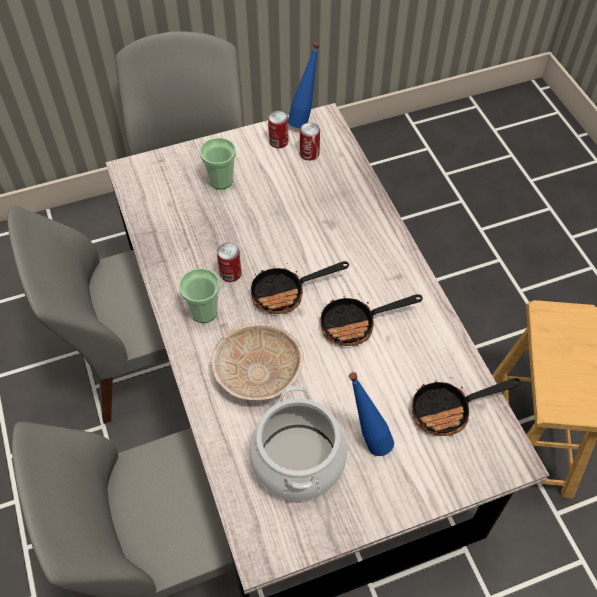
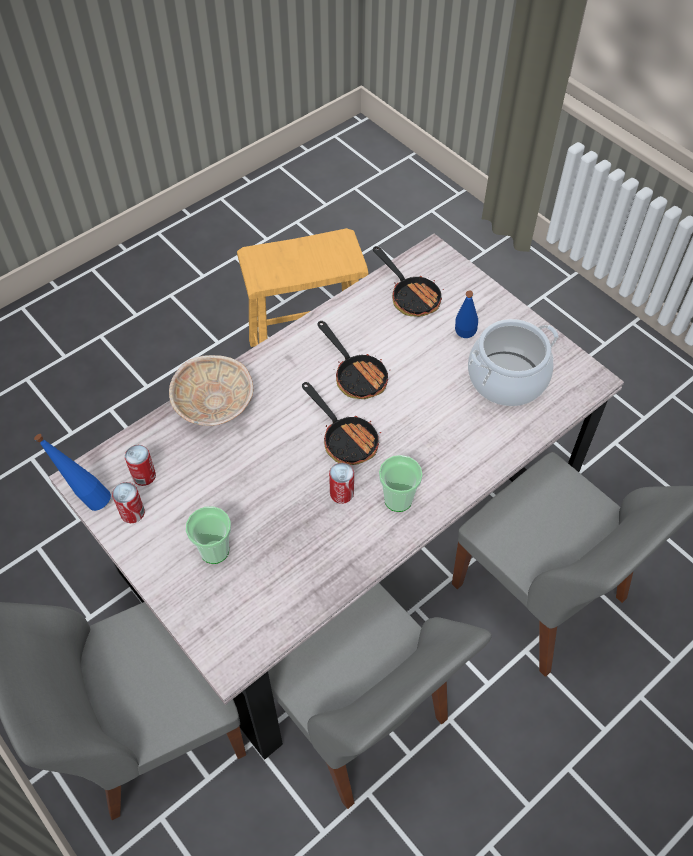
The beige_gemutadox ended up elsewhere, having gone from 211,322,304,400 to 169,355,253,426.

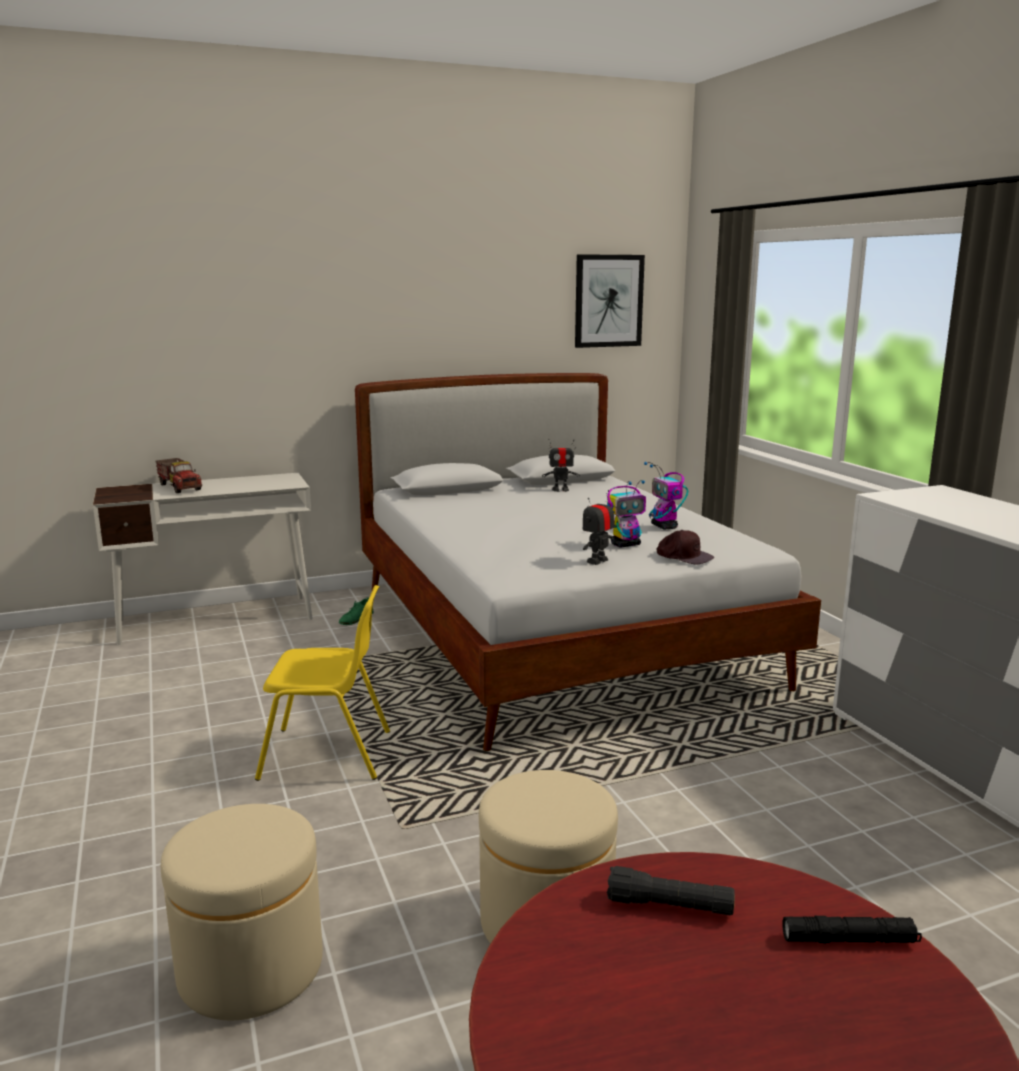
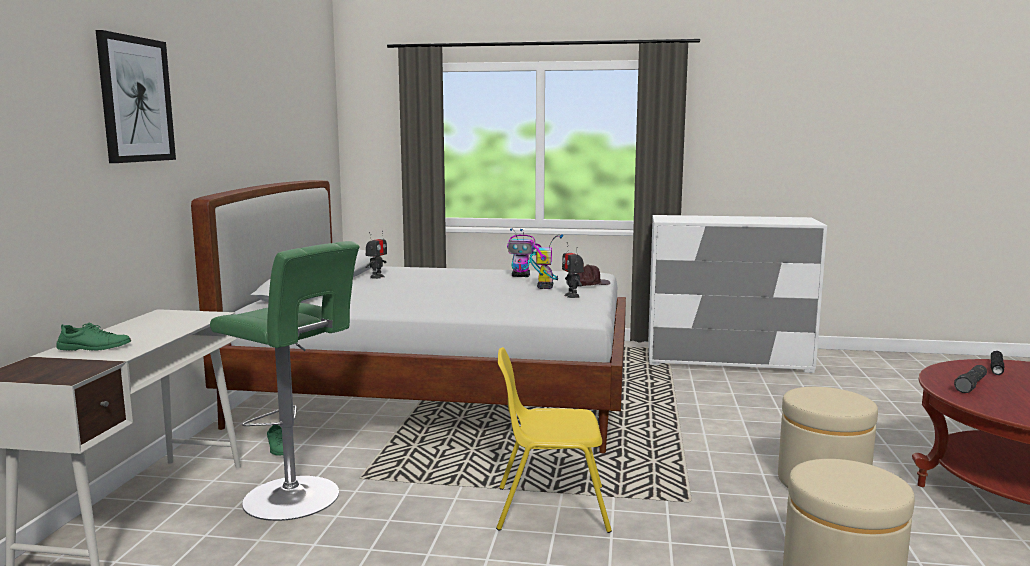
The second view gained the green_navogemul at 210,241,360,521.
The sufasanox ended up elsewhere, having gone from 575,254,645,348 to 96,30,176,163.
Where the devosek stood at 155,458,202,493, the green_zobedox came to stand at 57,322,131,351.
The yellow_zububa at 255,585,390,781 ended up facing another way, 120 degrees counterclockwise from before.

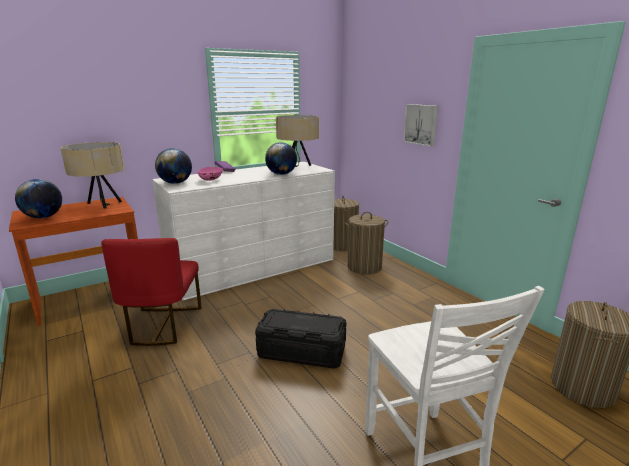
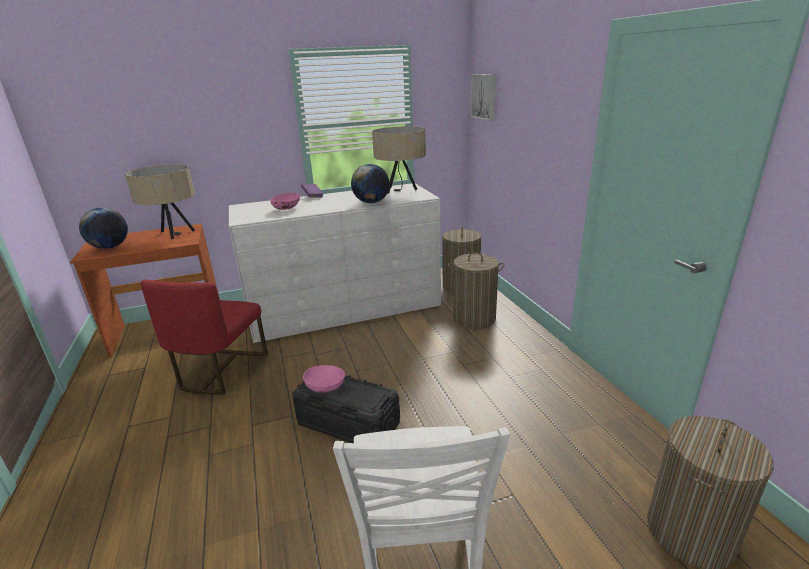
The second view lost the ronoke at 155,148,192,184.
The second view gained the pink_gemutadox at 302,365,345,393.
The sufasanox ended up elsewhere, having gone from 403,104,438,146 to 471,74,496,121.

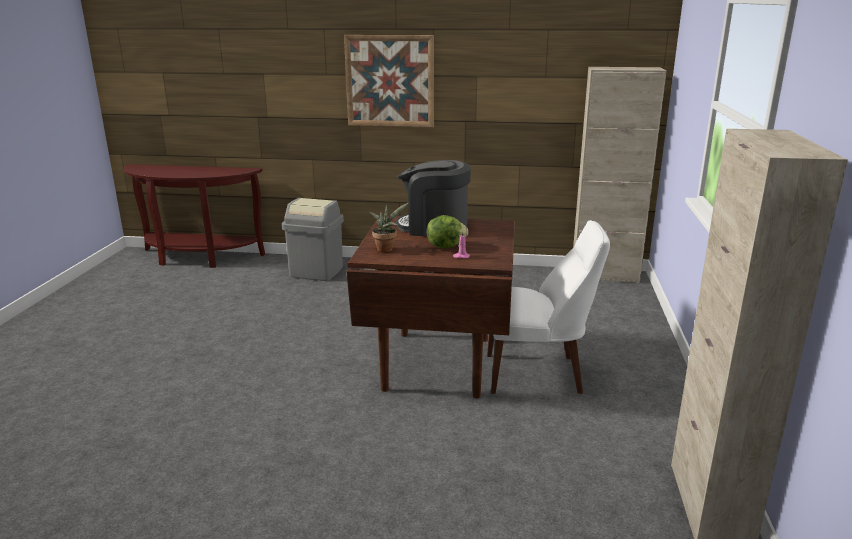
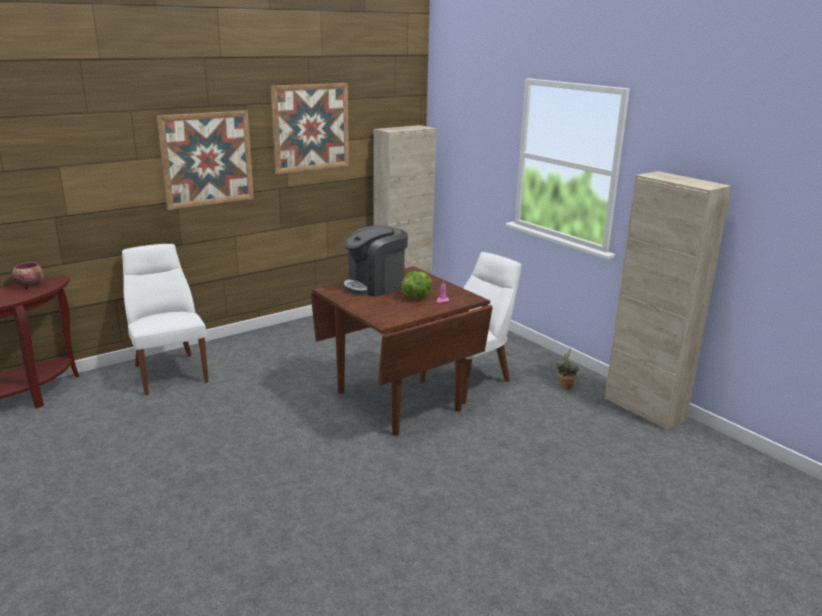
The second view gained the gemutadox at 12,262,44,289.
The second view gained the sufasanox at 270,83,349,174.
The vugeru ended up elsewhere, having gone from 369,202,409,252 to 555,348,579,389.
Where the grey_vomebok stood at 282,198,344,281, the white_zububa came to stand at 122,244,209,395.

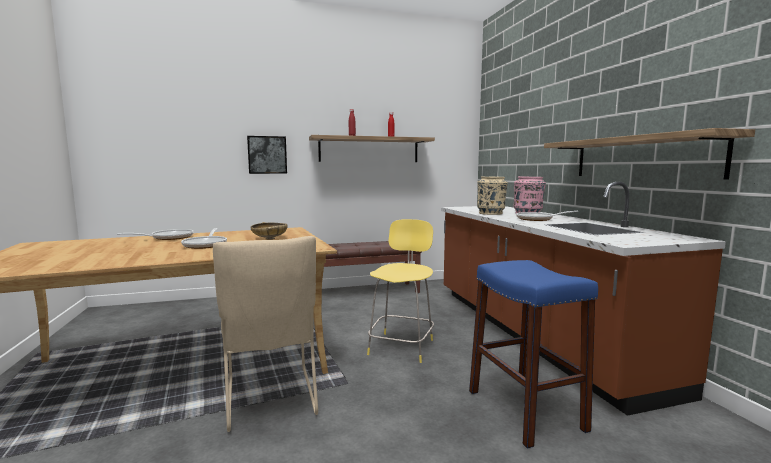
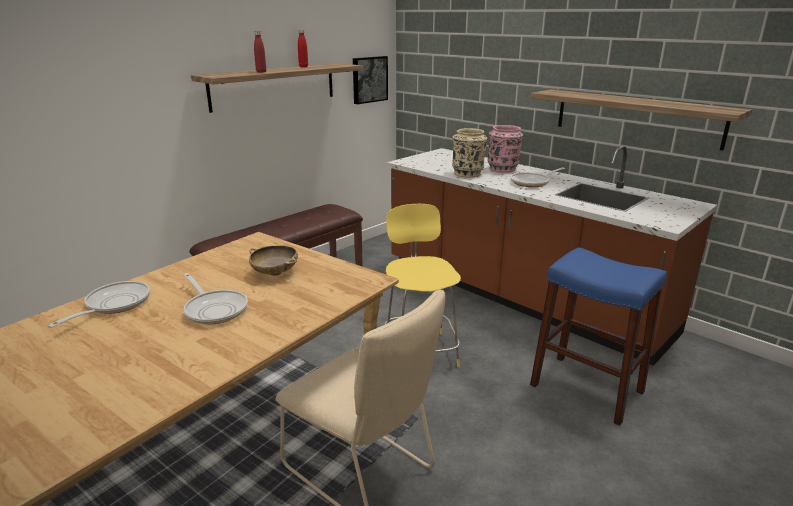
The sufasanox ended up elsewhere, having gone from 247,136,287,174 to 353,56,388,104.

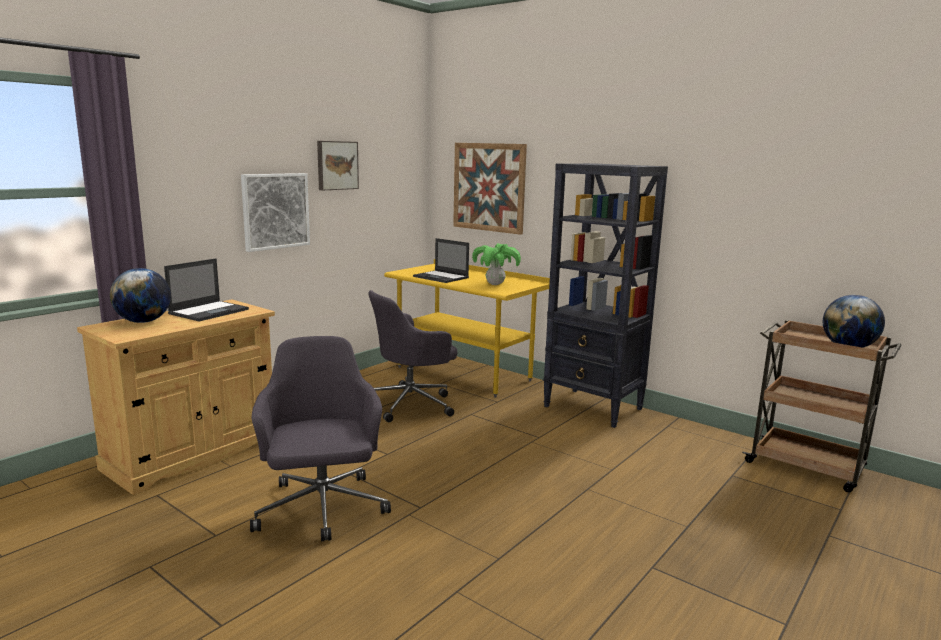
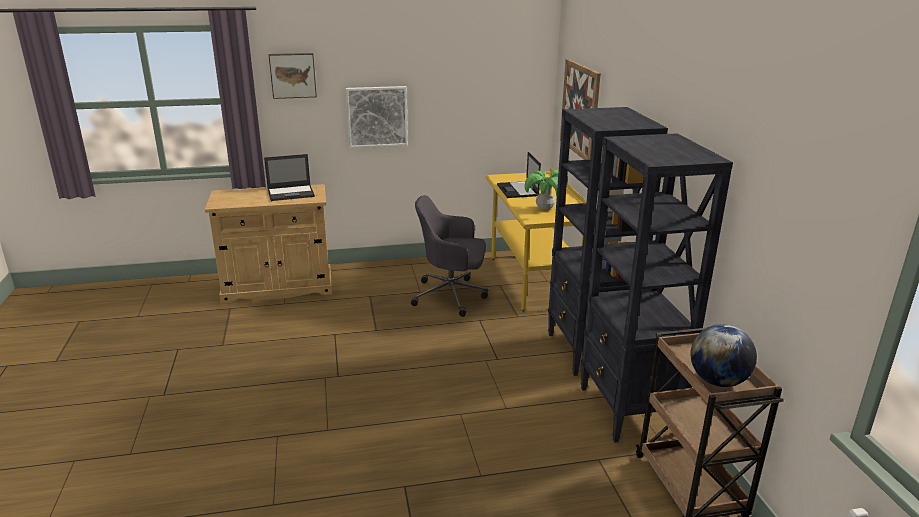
The second view lost the ronoke at 110,268,171,323.
The second view lost the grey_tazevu at 250,336,391,541.
The second view gained the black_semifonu at 580,133,733,443.
The sufasanox ended up elsewhere, having gone from 317,141,359,190 to 269,53,317,99.

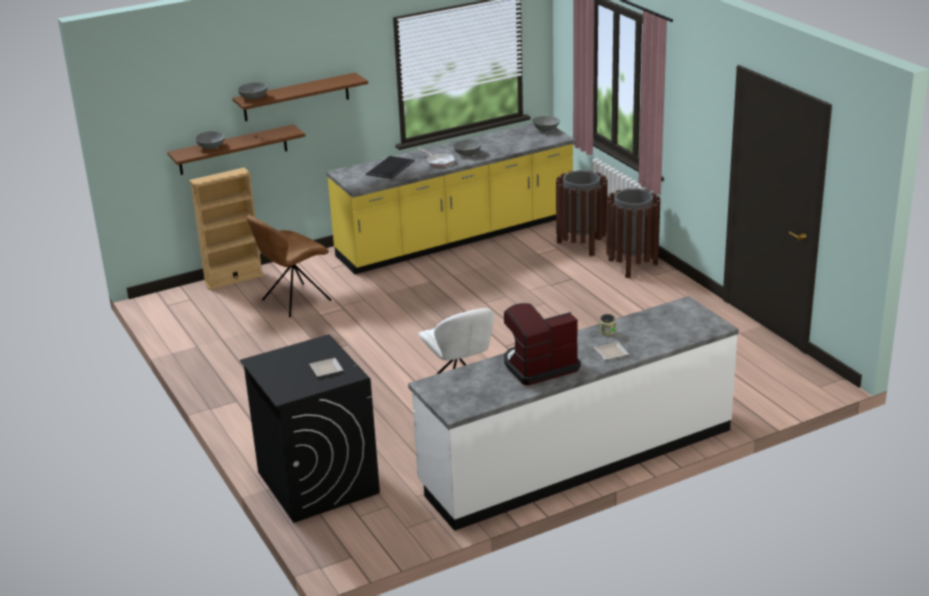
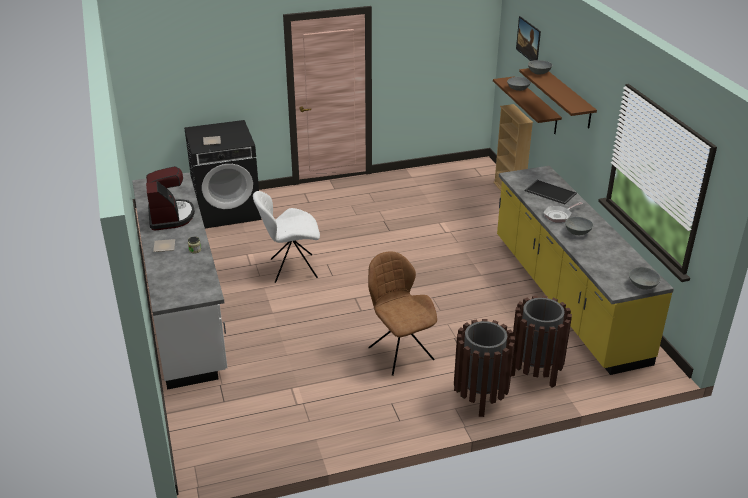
The second view gained the sufasanox at 516,16,541,61.
The brown_zububa ended up elsewhere, having gone from 246,214,331,317 to 368,251,437,376.

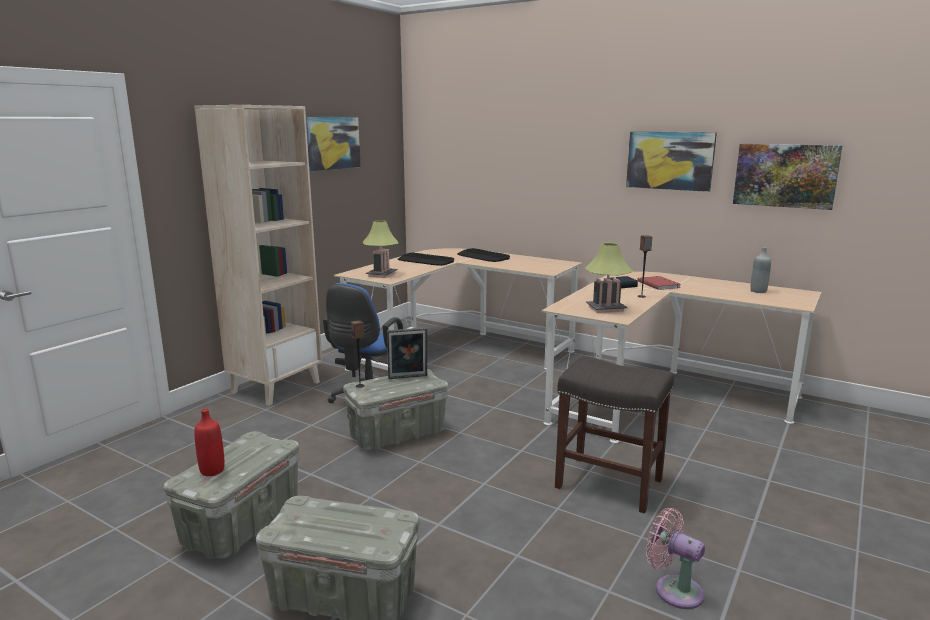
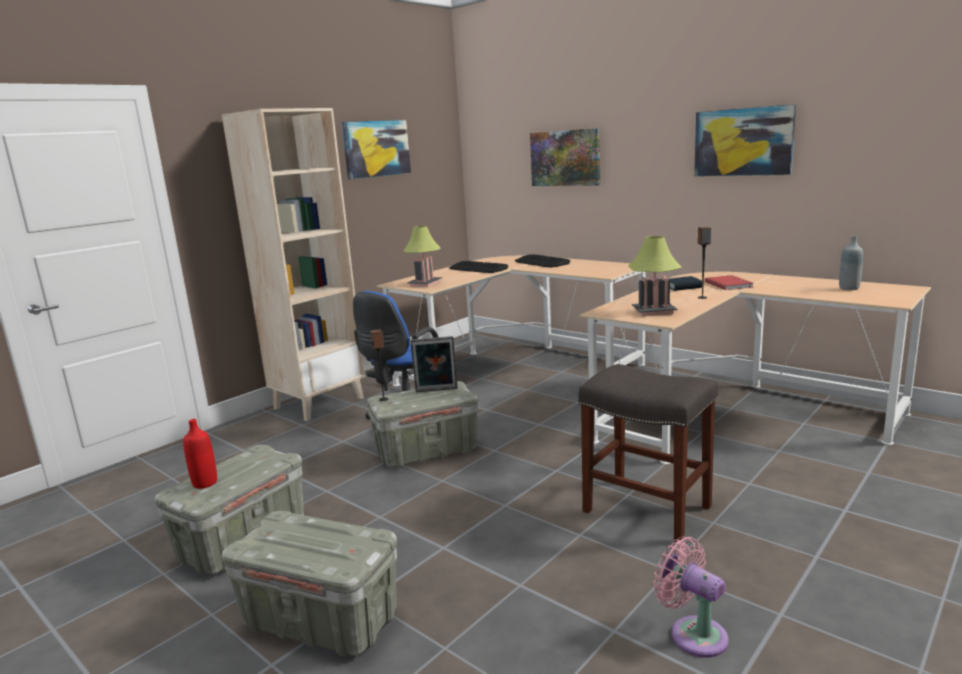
The sufasanox ended up elsewhere, having gone from 733,144,843,210 to 530,128,600,186.

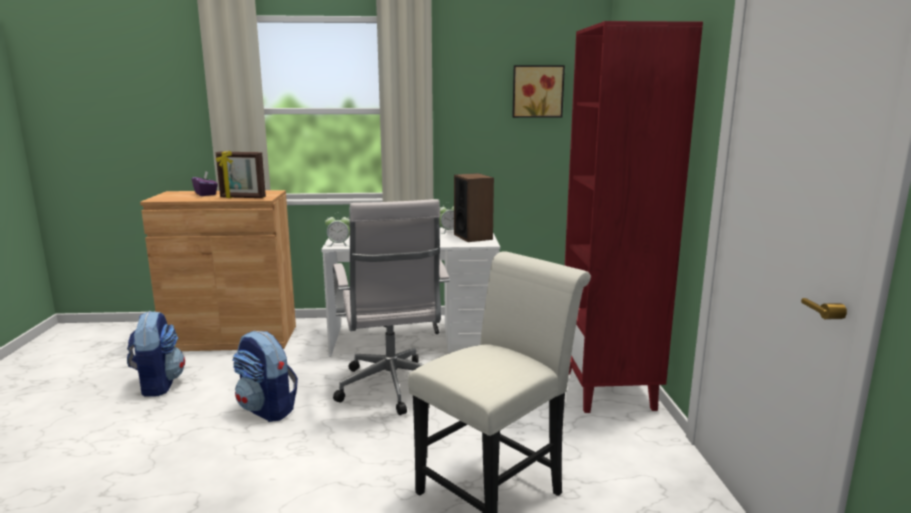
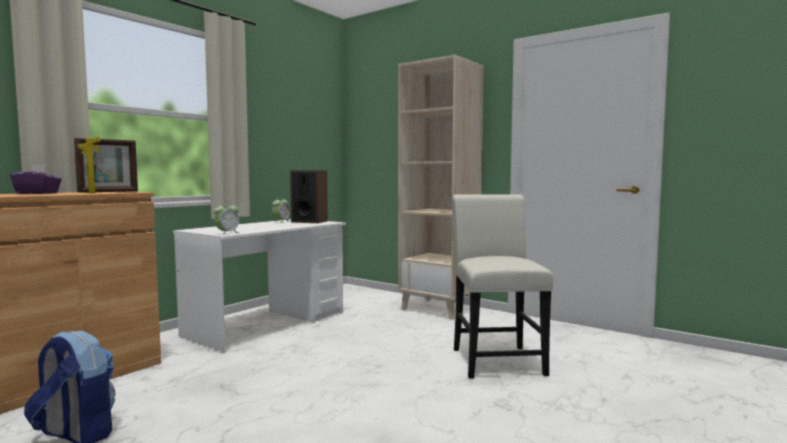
The second view lost the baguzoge at 232,331,298,422.
The second view lost the white_tazevu at 333,199,450,415.
The second view lost the sufasanox at 512,65,565,118.
What was the red_semifonu at 565,21,703,413 turned into the beige_semifonu at 398,55,484,320.

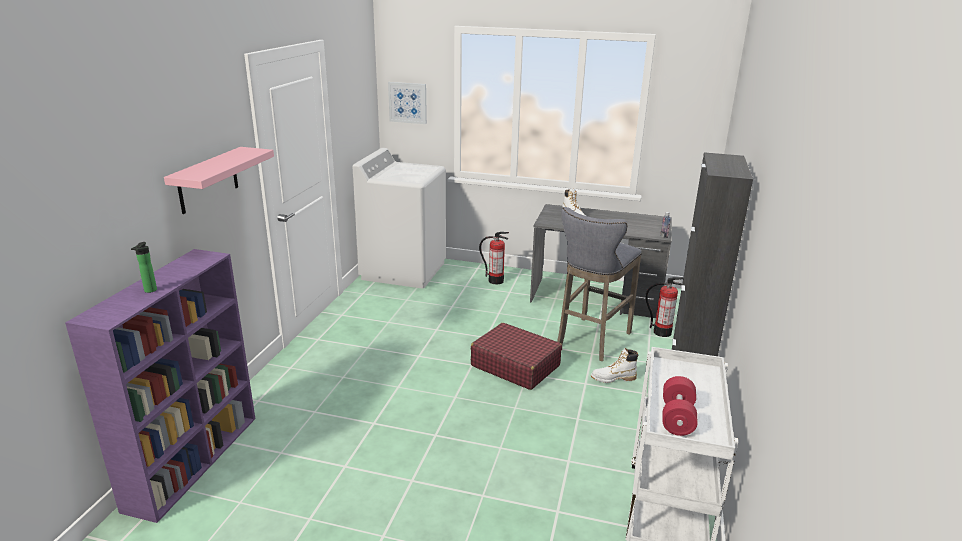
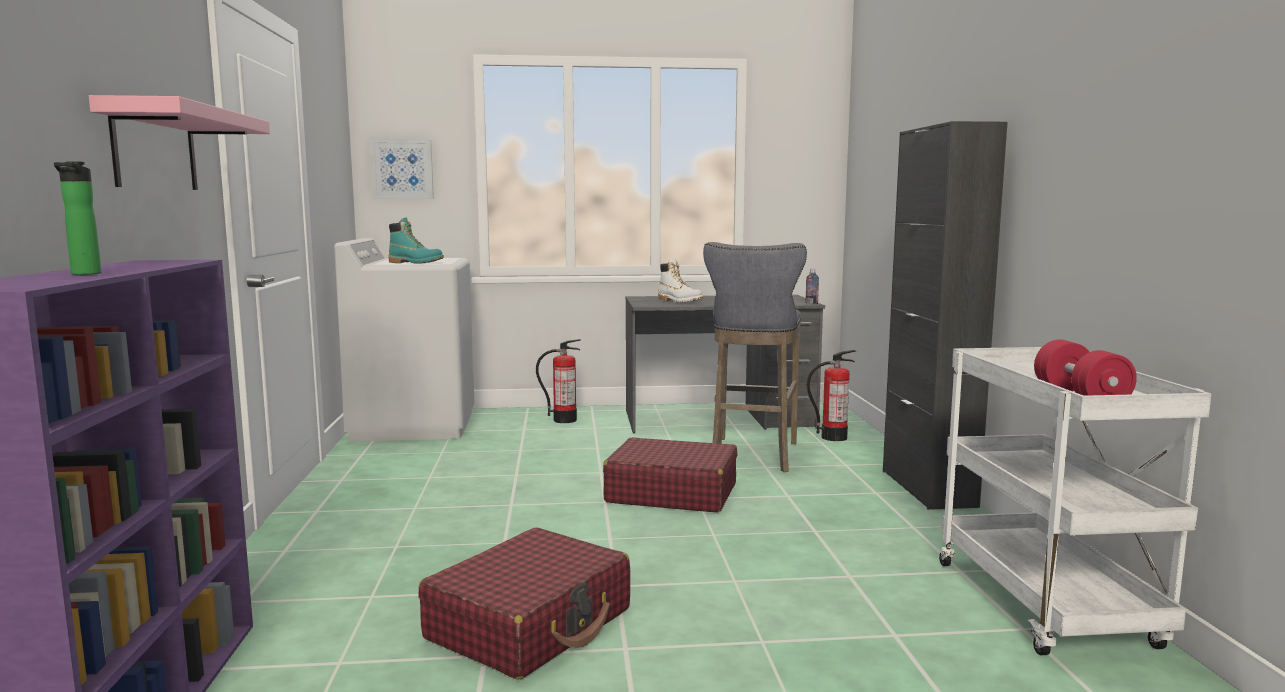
The second view lost the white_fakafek at 591,348,638,383.
The second view gained the turquoise_fakafek at 388,218,444,264.
The second view gained the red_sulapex at 419,527,630,680.

